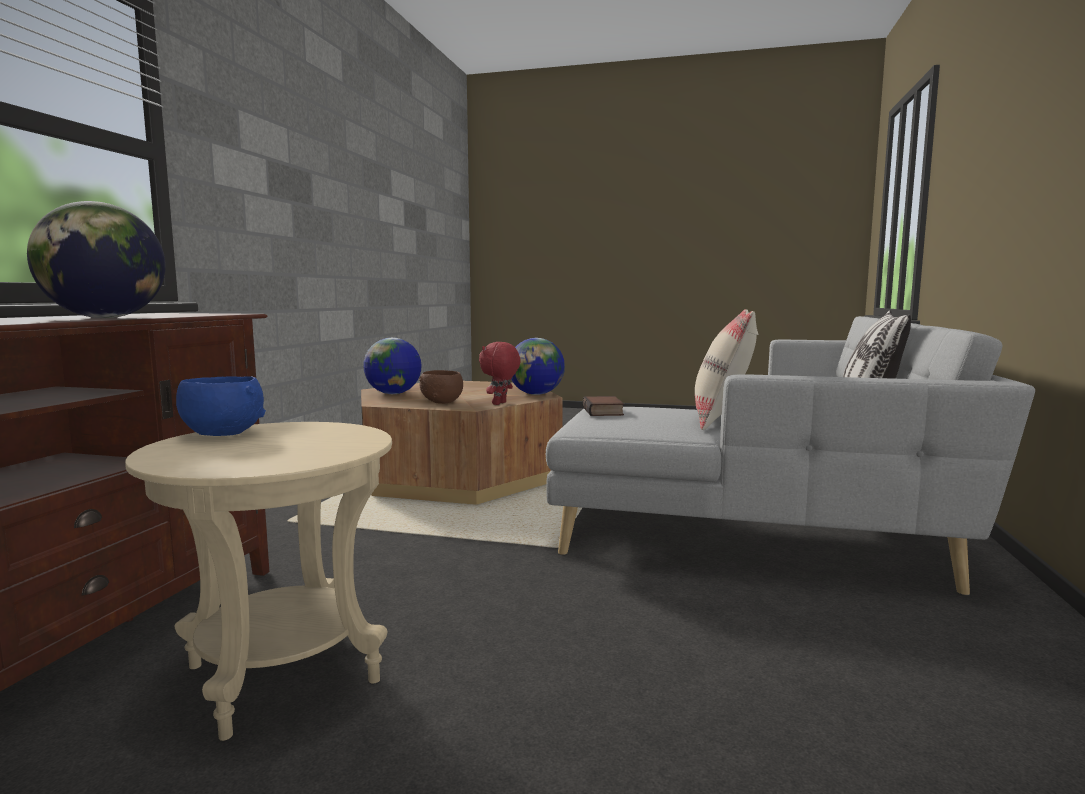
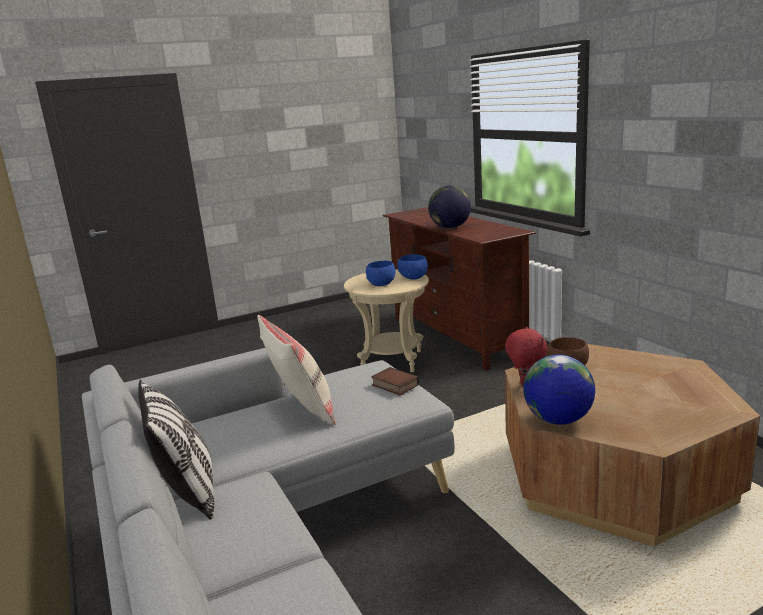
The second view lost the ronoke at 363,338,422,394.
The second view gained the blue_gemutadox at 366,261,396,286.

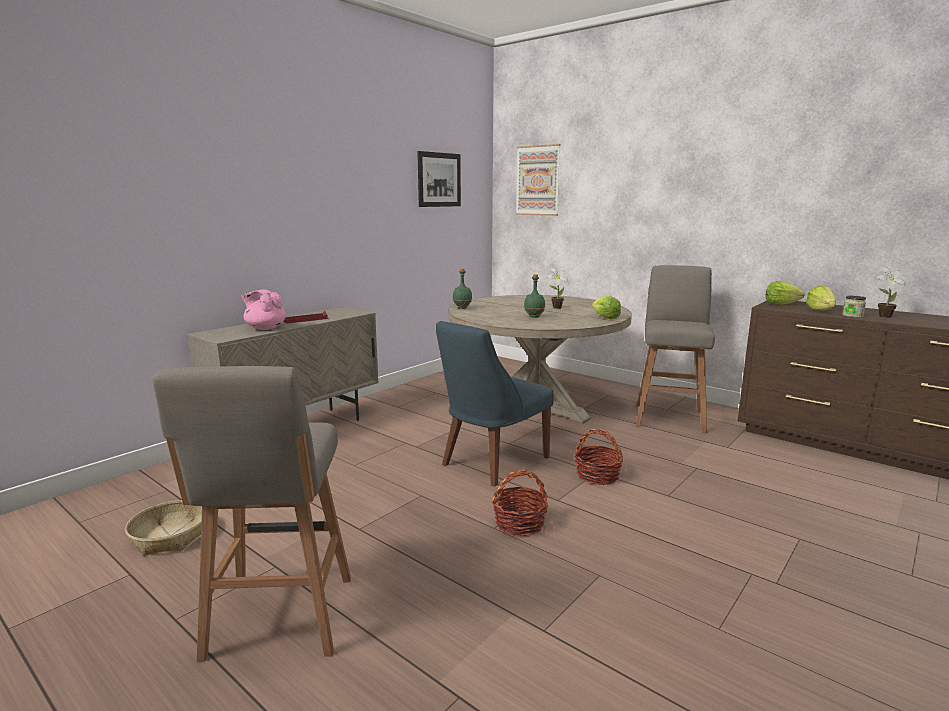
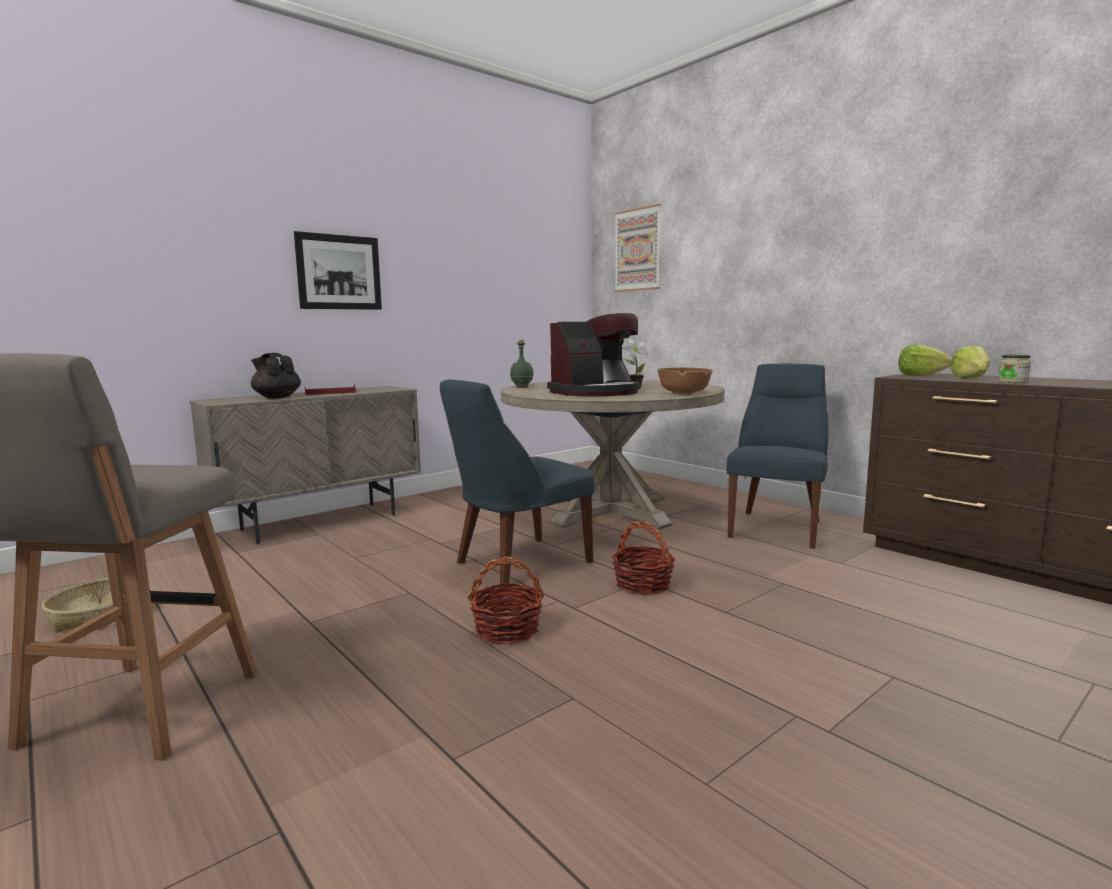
The second view lost the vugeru at 877,267,907,318.
The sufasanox ended up elsewhere, having gone from 417,151,461,207 to 294,231,382,310.
Where the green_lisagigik stood at 524,274,545,318, the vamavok came to stand at 547,313,640,397.
Where the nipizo stood at 592,296,621,319, the brown_gemutadox came to stand at 658,368,713,395.
Where the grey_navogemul stood at 636,265,715,433, the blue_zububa came to stand at 726,364,829,549.
What was the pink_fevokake at 241,289,286,330 turned into the black_fevokake at 251,353,301,399.

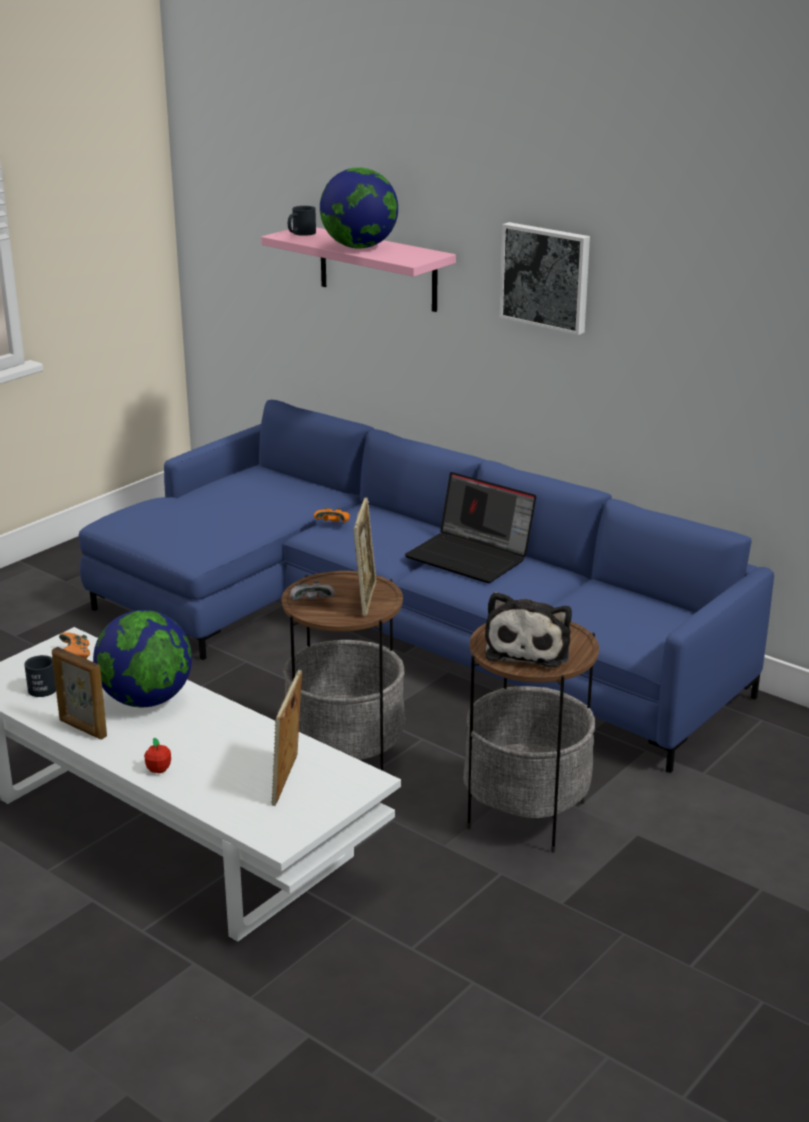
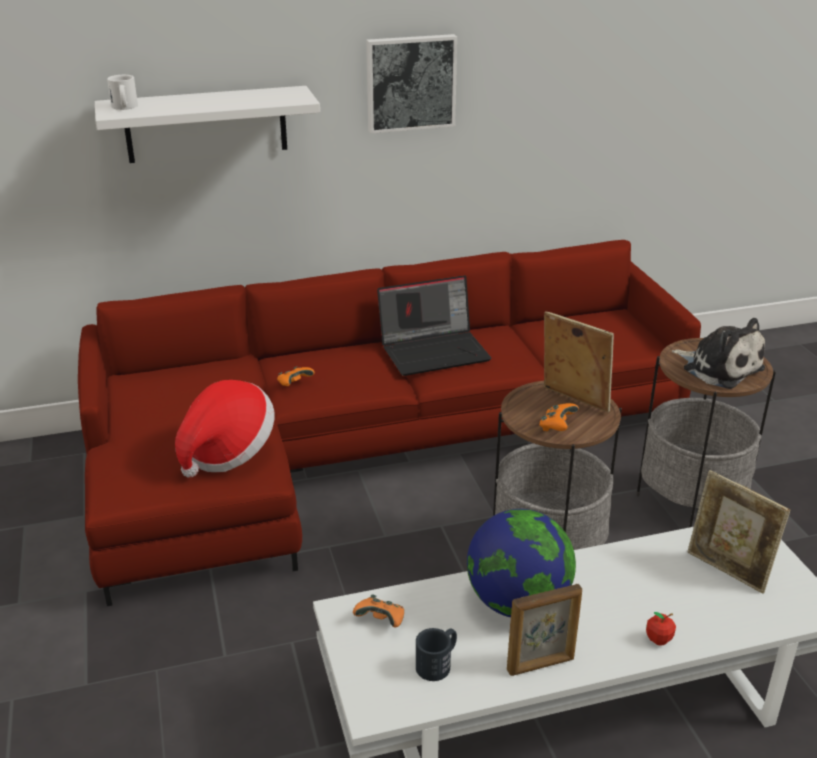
The second view lost the ronoke at 320,168,398,249.
The second view gained the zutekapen at 175,380,275,478.
What was the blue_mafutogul at 79,400,774,773 turned into the red_mafutogul at 78,240,701,606.
What was the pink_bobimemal at 261,227,456,312 turned into the white_bobimemal at 95,86,320,163.
What was the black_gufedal at 288,206,316,236 turned into the white_gufedal at 107,75,138,110.
What was the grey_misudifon at 290,581,335,600 turned into the orange_misudifon at 539,403,579,431.

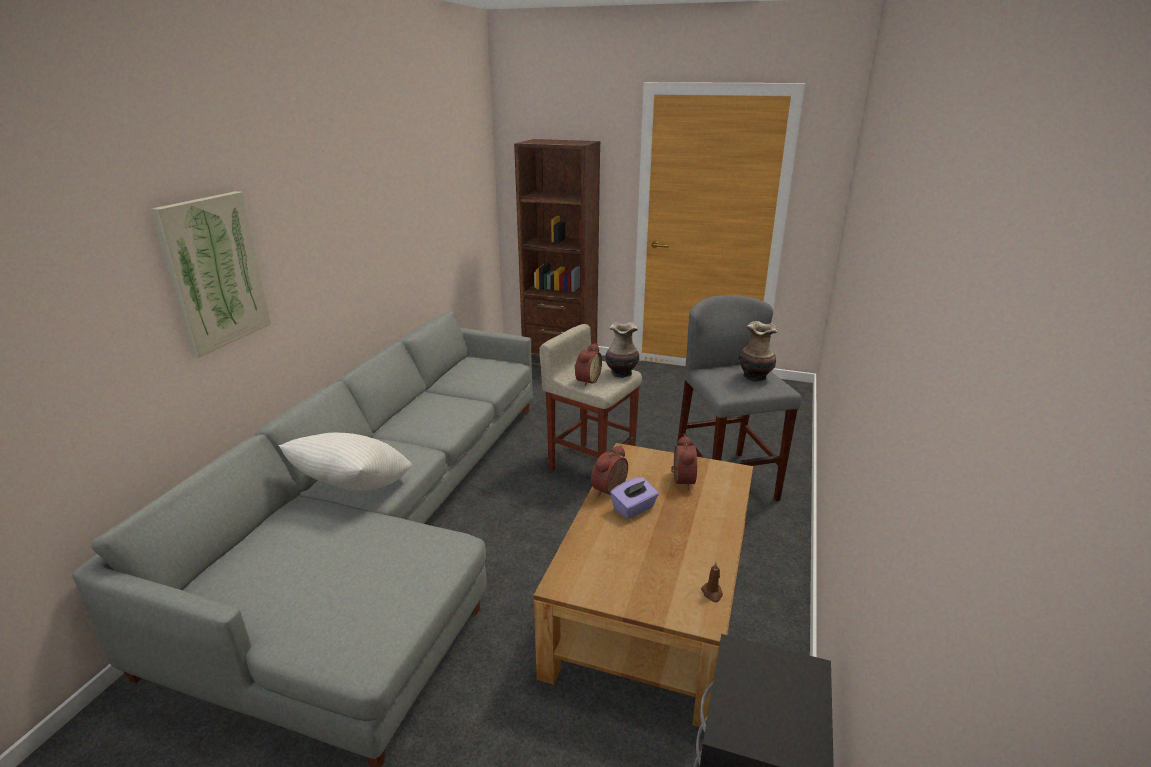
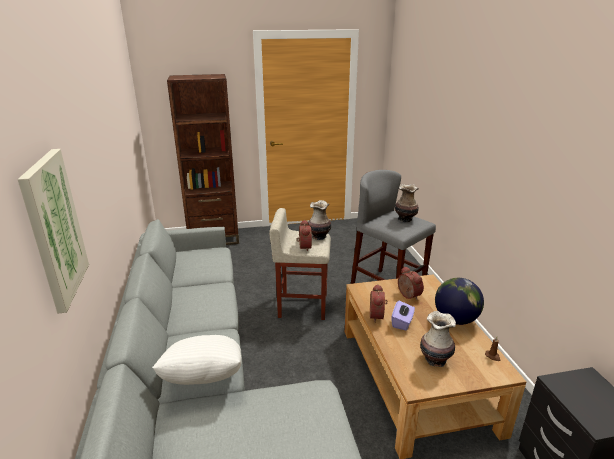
The second view gained the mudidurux at 420,311,456,367.
The second view gained the ronoke at 435,278,484,325.

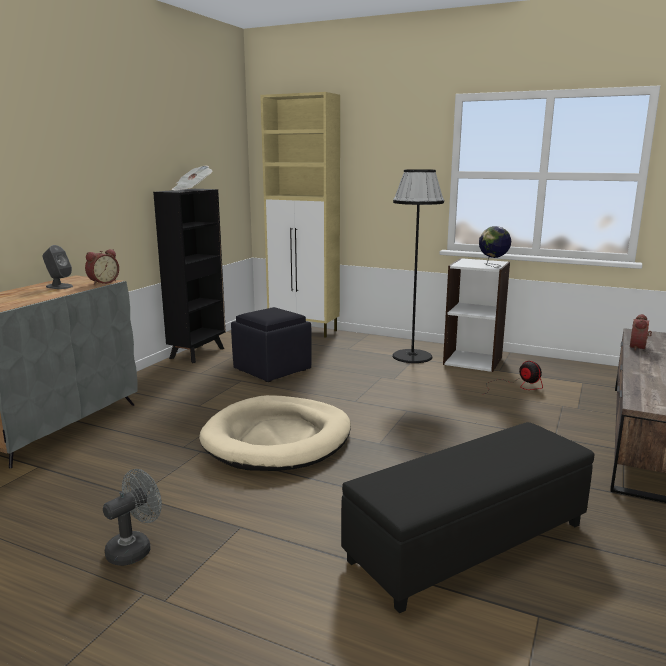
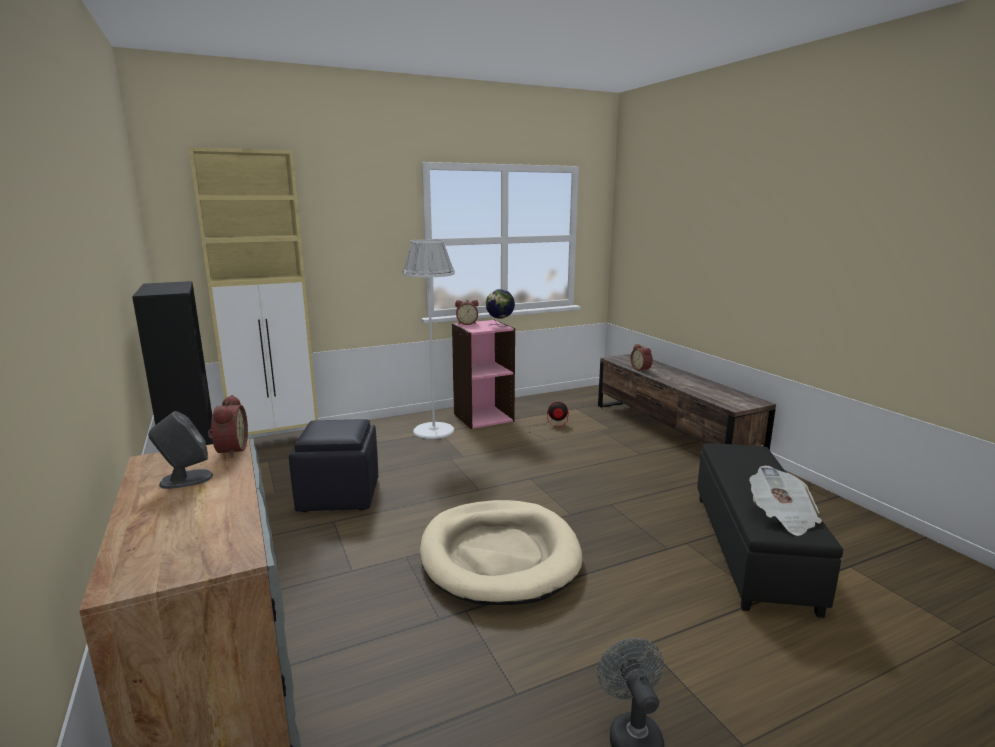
The second view gained the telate at 455,300,478,325.
The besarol ended up elsewhere, having gone from 172,166,213,191 to 749,466,822,536.
What was the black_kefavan at 392,169,444,363 turned into the white_kefavan at 402,239,455,439.
What was the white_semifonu at 443,258,510,372 turned into the pink_semifonu at 452,320,515,429.

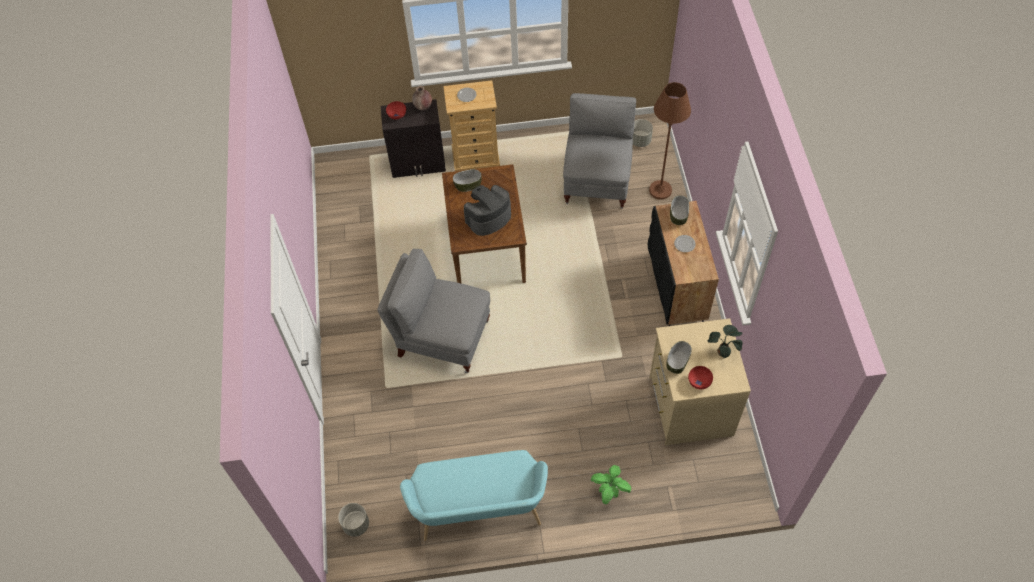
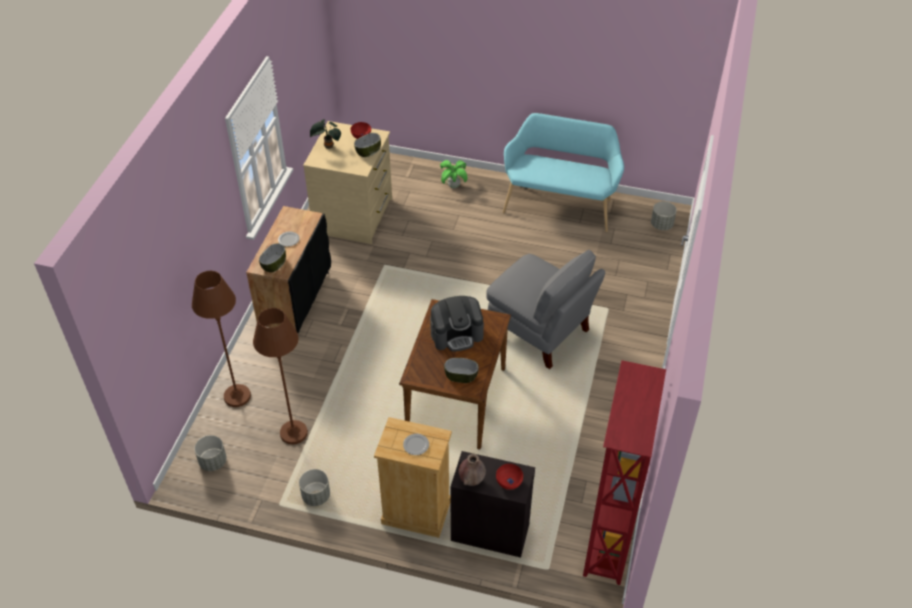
The second view gained the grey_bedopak at 299,469,330,506.
The second view gained the red_semifonu at 583,360,666,585.
Where the grey_zububa stood at 563,93,636,209, the brown_kefavan came to stand at 253,308,308,444.

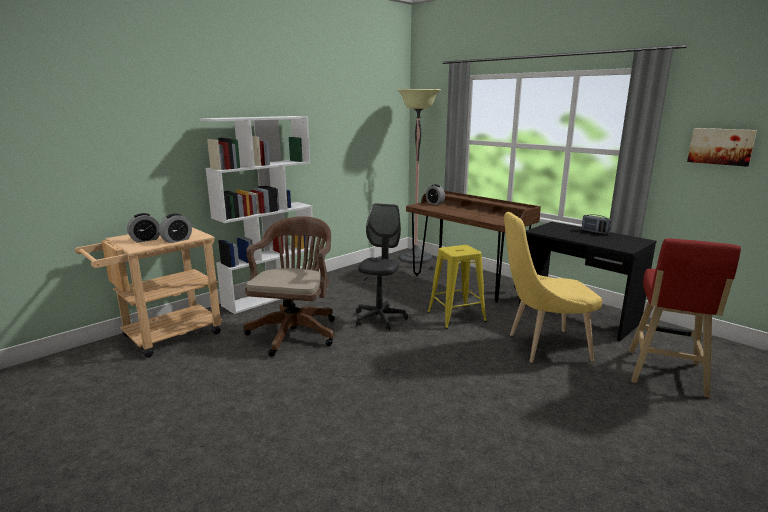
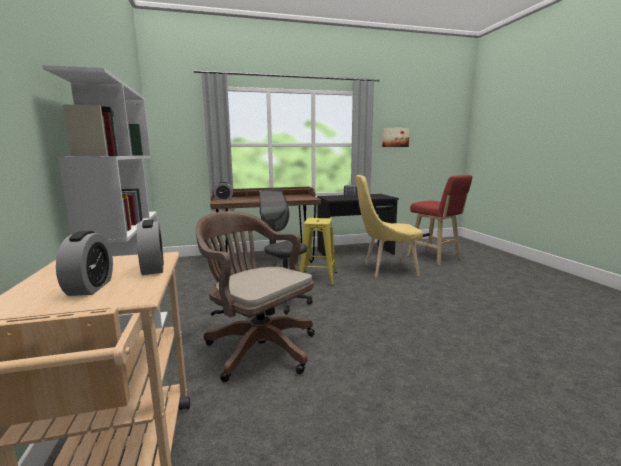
The second view lost the kefavan at 397,89,441,263.
The yellow_zububa at 504,212,602,363 ended up facing another way, 60 degrees clockwise from before.

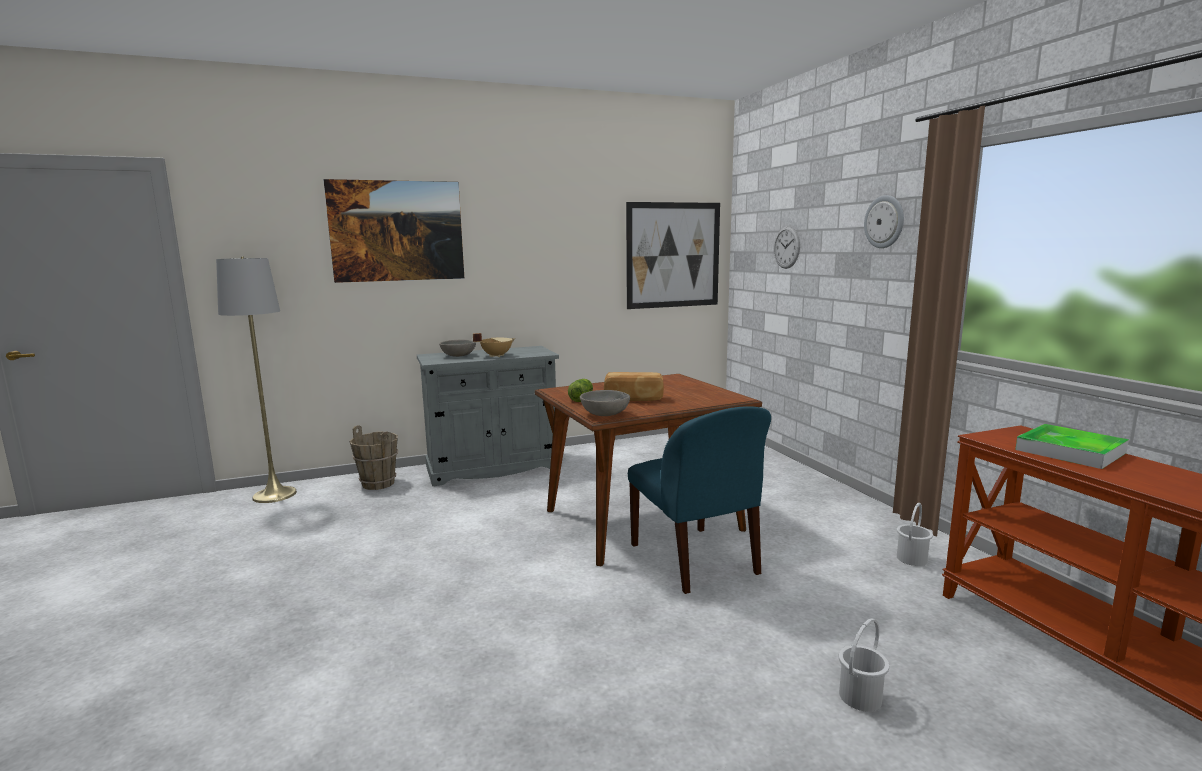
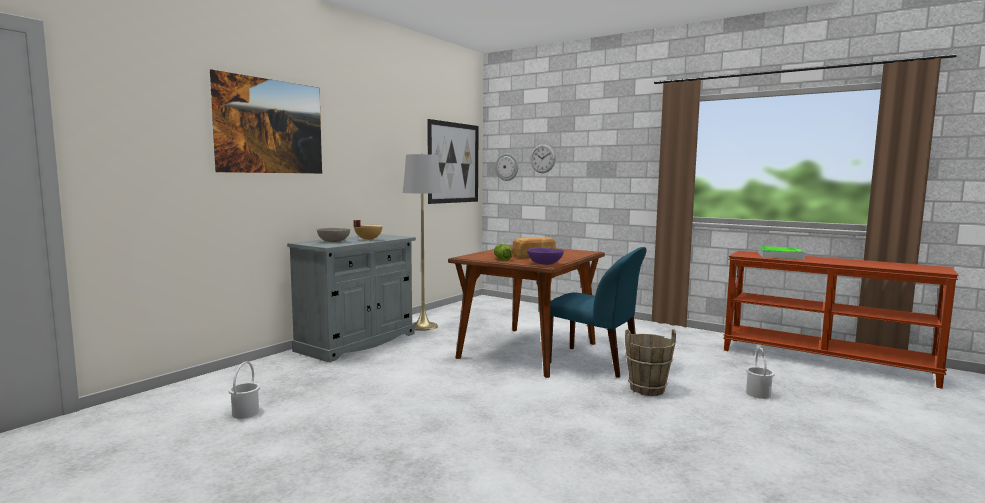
The grey_kefavan ended up elsewhere, having gone from 216,257,297,503 to 403,154,442,331.
The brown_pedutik ended up elsewhere, having gone from 350,425,398,490 to 625,329,676,396.
The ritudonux ended up elsewhere, having gone from 864,195,904,248 to 495,153,518,181.
The white_pedutik ended up elsewhere, having gone from 897,503,933,566 to 228,361,260,419.
What was the grey_gemutadox at 580,390,630,416 turned into the purple_gemutadox at 527,248,564,265.

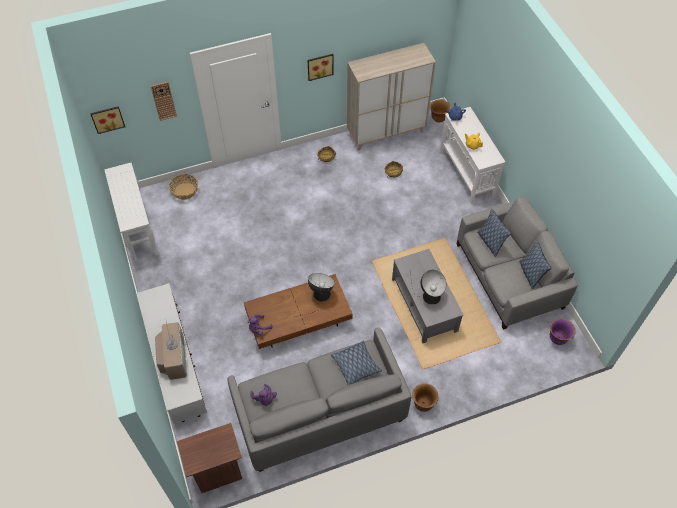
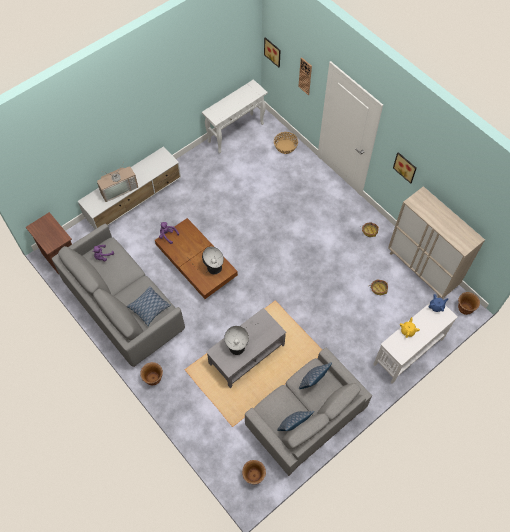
What was the purple_bedopak at 550,318,576,345 turned into the brown_bedopak at 242,460,266,484.

